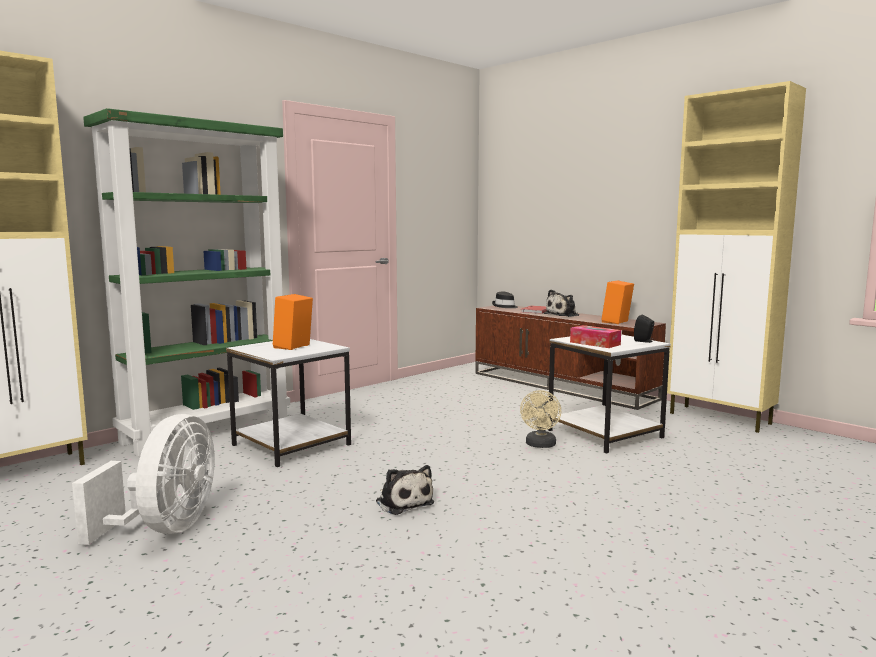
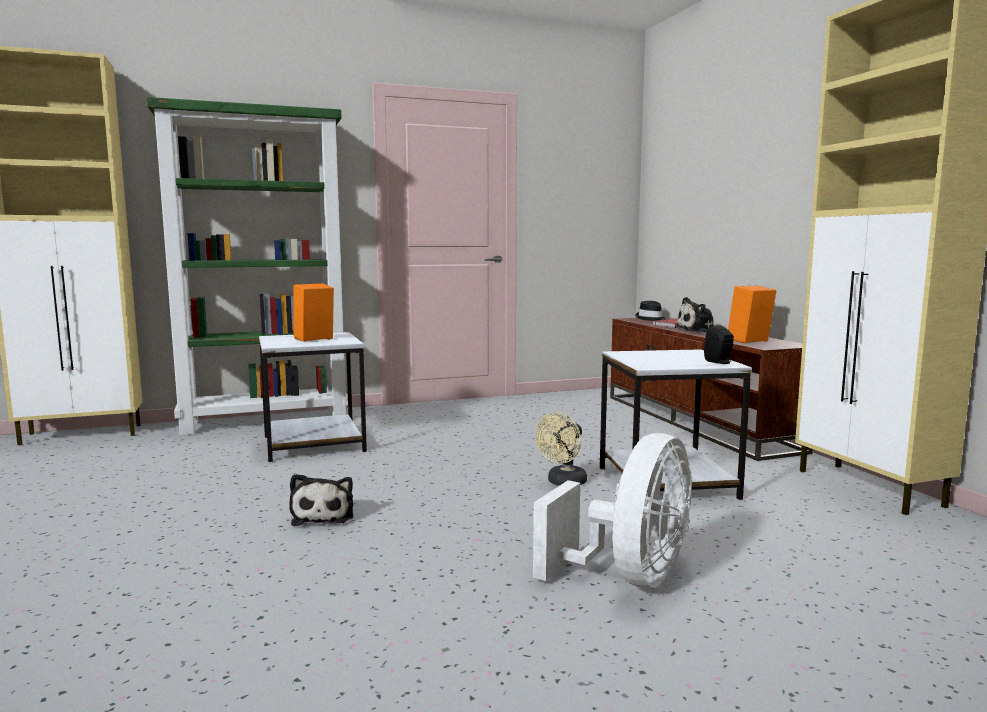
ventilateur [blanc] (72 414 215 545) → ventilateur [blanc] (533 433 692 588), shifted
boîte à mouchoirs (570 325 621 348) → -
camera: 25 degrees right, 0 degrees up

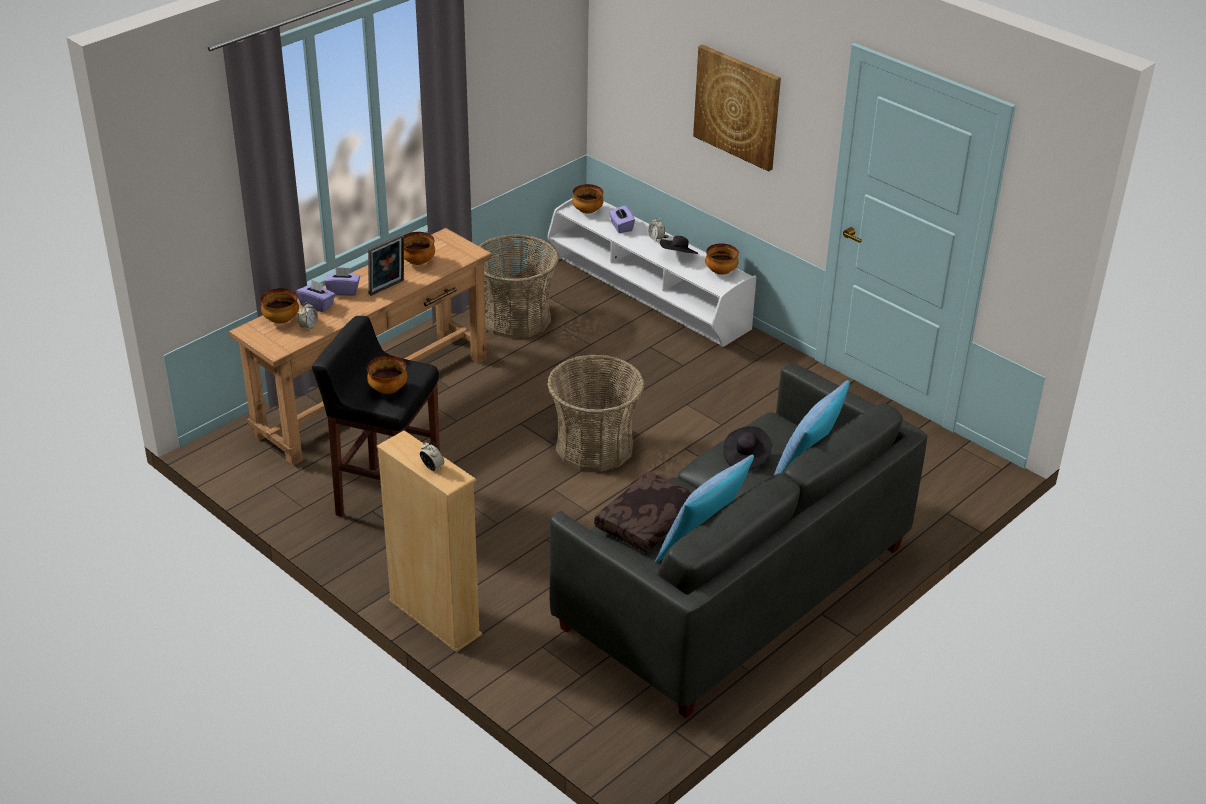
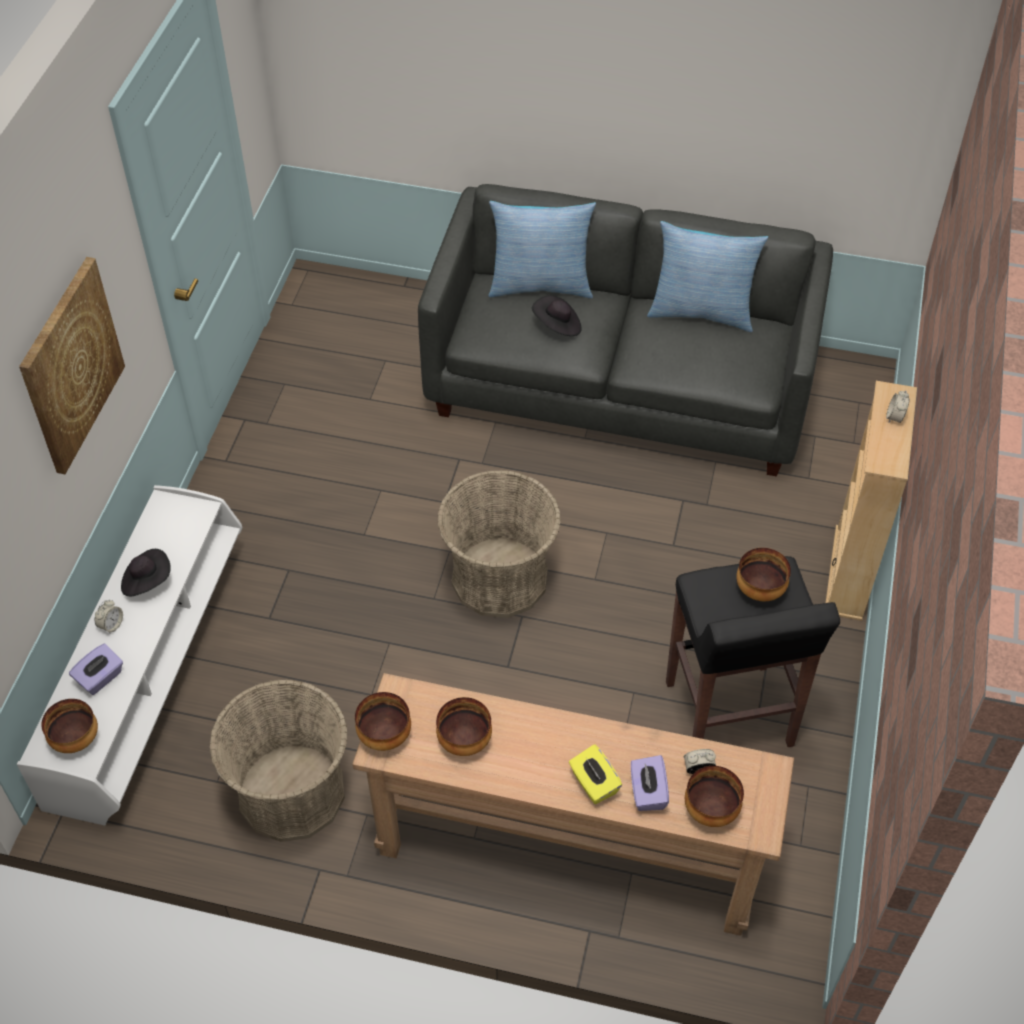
boîte à mouchoirs [violet] (324 267 360 296) → boîte à mouchoirs [jaune] (569 745 622 804)
cadre photo (368 234 404 296) → -
coussin [marron] (594 471 693 553) → -
bol (705 244 739 275) → bol (355 692 411 751), shifted
camera: 120 degrees left, 15 degrees up

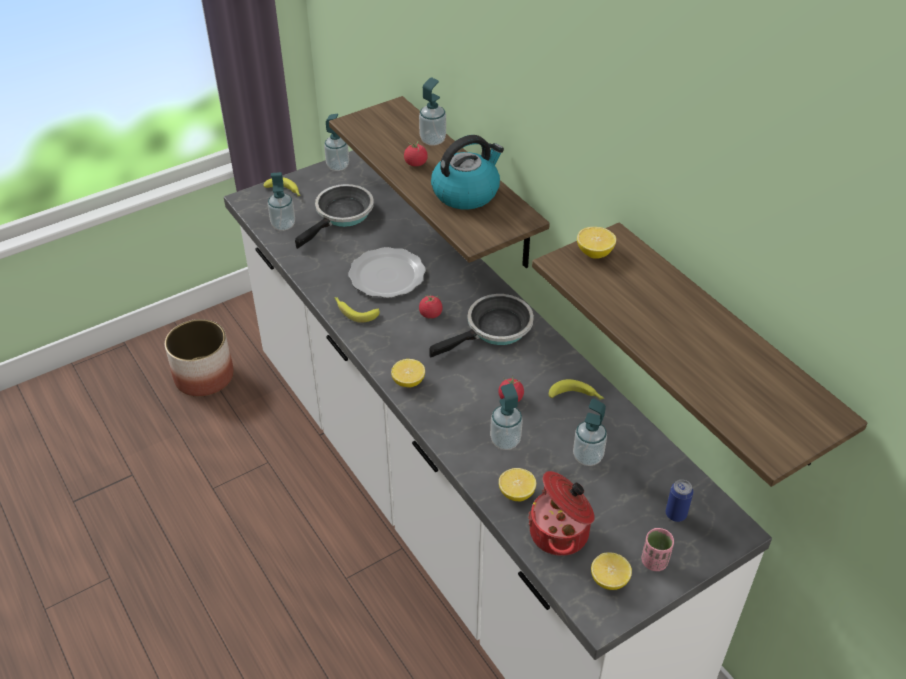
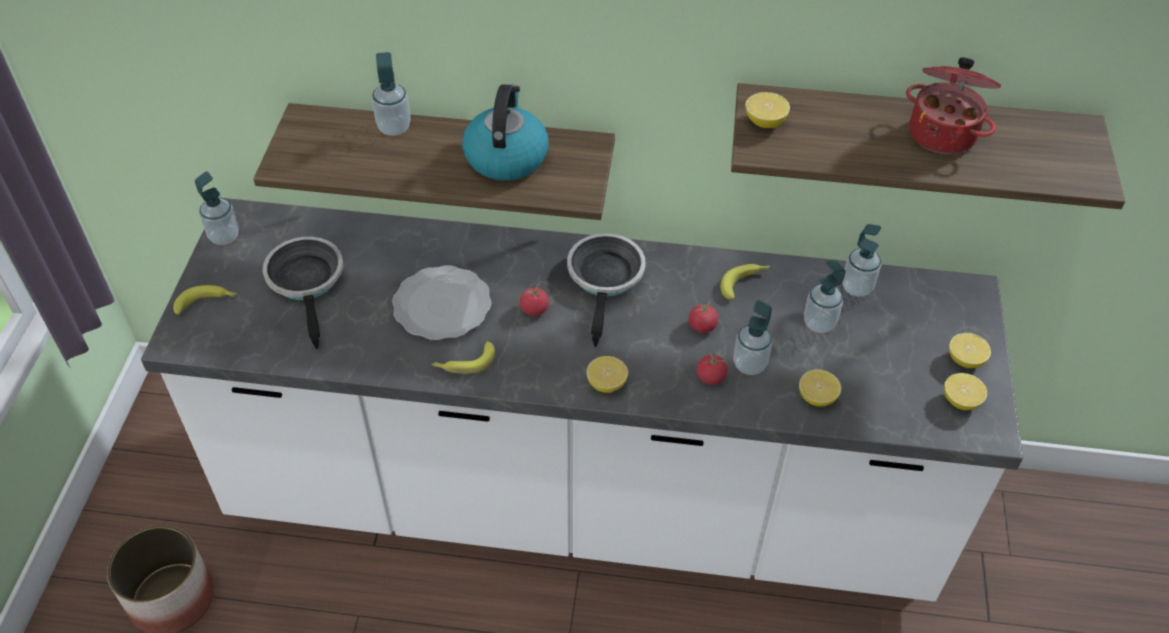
distributeur de savon (268 172 295 231) → distributeur de savon (842 224 881 297), shifted
tomate (404 142 428 166) → tomate (697 353 727 385), shifted
marmite (528 471 595 556) → marmite (906 57 1001 154), shifted
tasse [rose] (641 528 674 571) → citron (949 333 991 368)
boîte métallique (666 480 693 522) → -
camera: 50 degrees left, 5 degrees up

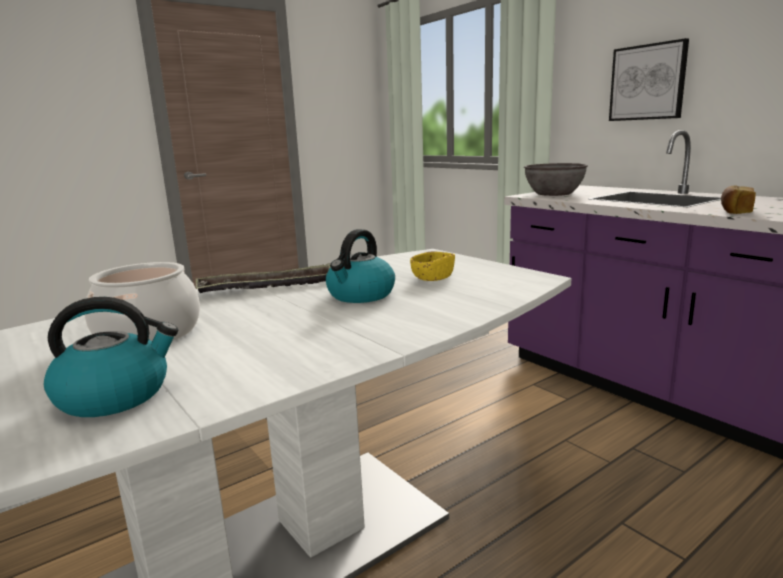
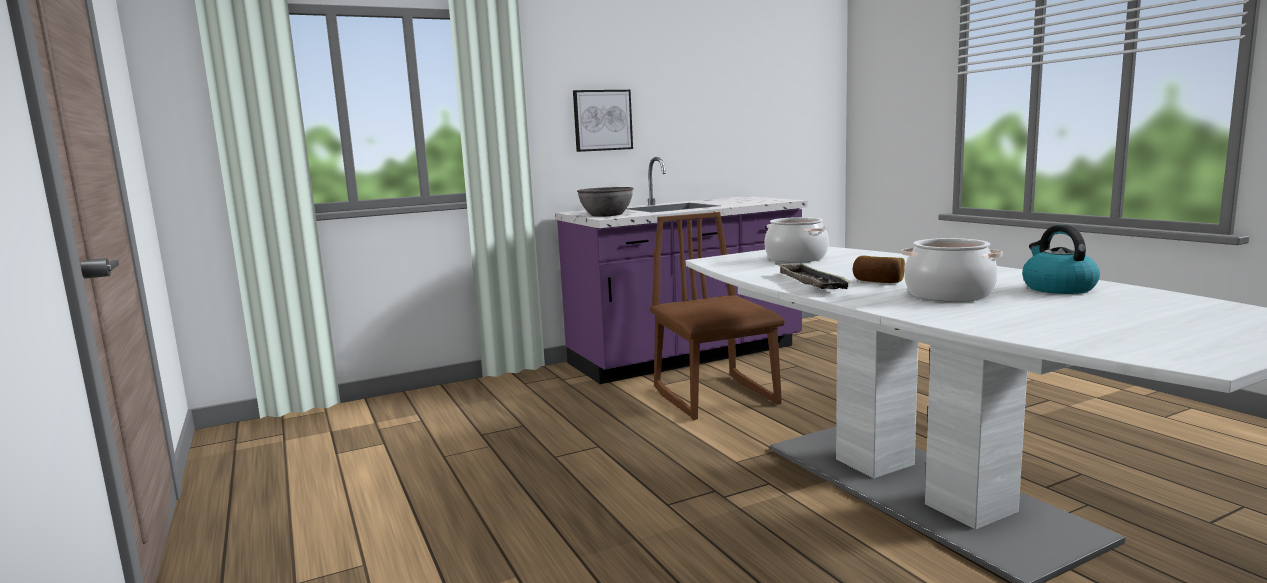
bouilloire (326 229 395 303) → -
bol [jaune] (410 251 455 281) → marmite (765 217 829 263)
pain (721 186 756 214) → pain (852 256 905 283), shifted
- → chaise [marron] (650 212 785 420)
camera: 80 degrees left, 5 degrees down

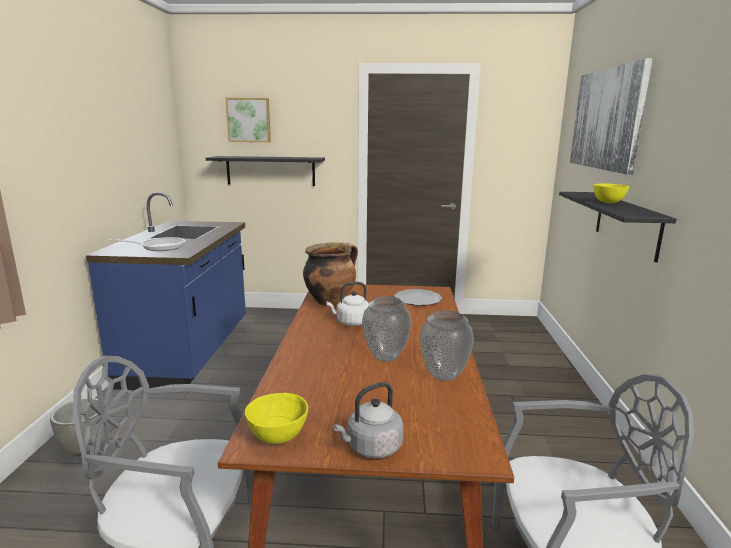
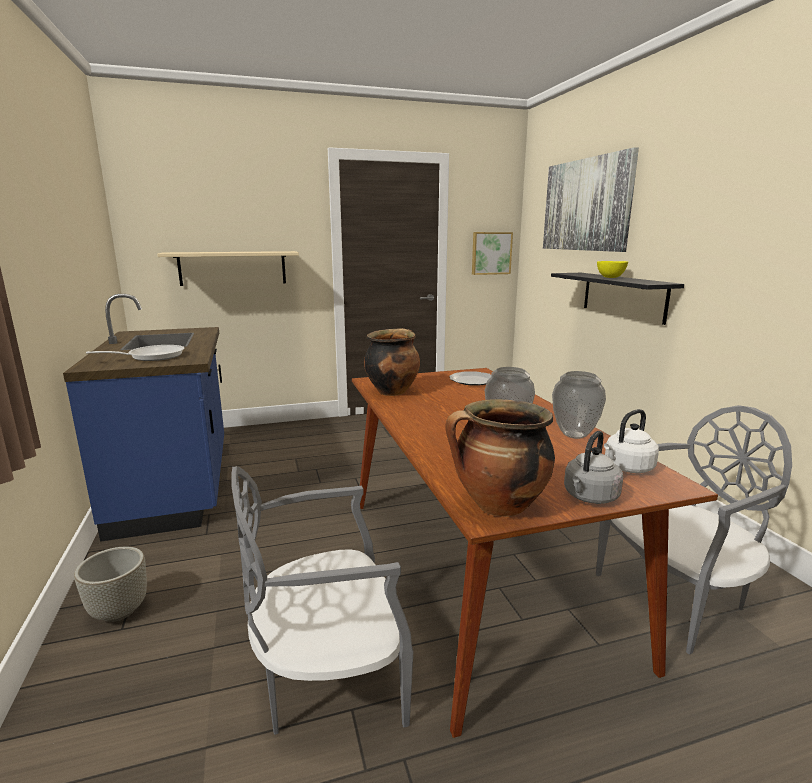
étagère [noir] (206 156 325 186) → étagère [beige] (157 251 299 286)
tableau (226 98 271 142) → tableau (472 232 513 275), shifted
bol [jaune] (245 393 308 444) → marmite (445 399 555 517)
bouilloire [blanc] (326 282 368 326) → bouilloire [blanc] (604 409 659 473), shifted
camera: 20 degrees left, 0 degrees up

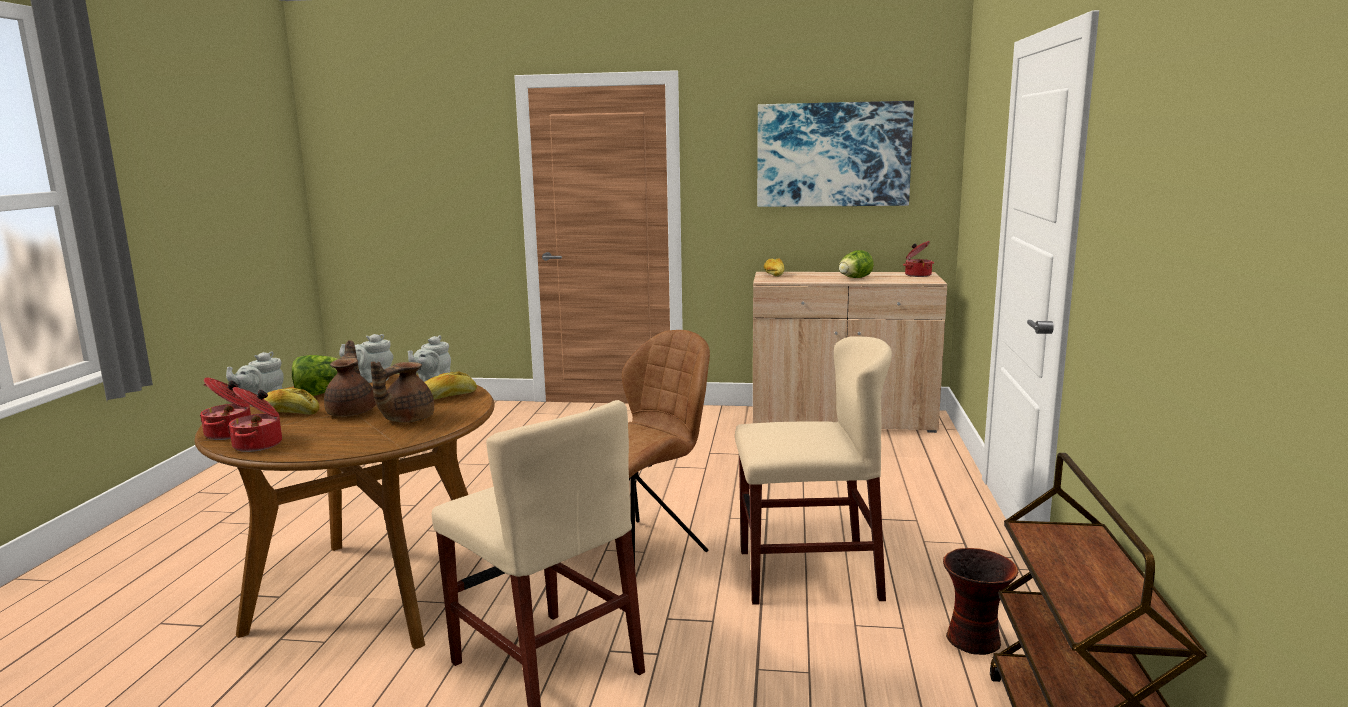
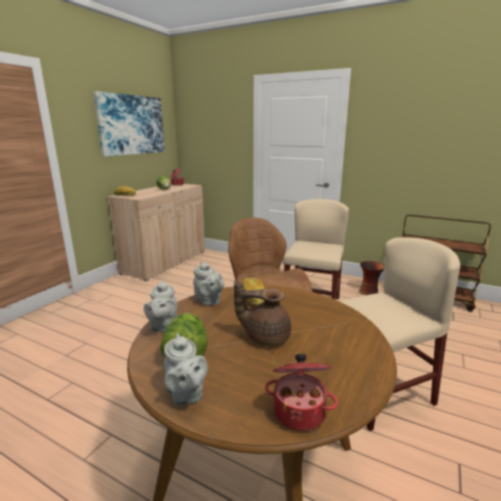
marmite (227 387 282 452) → -
pain (264 388 319 414) → -
théière [marron] (371 362 434 423) → -
camera: 70 degrees left, 5 degrees up

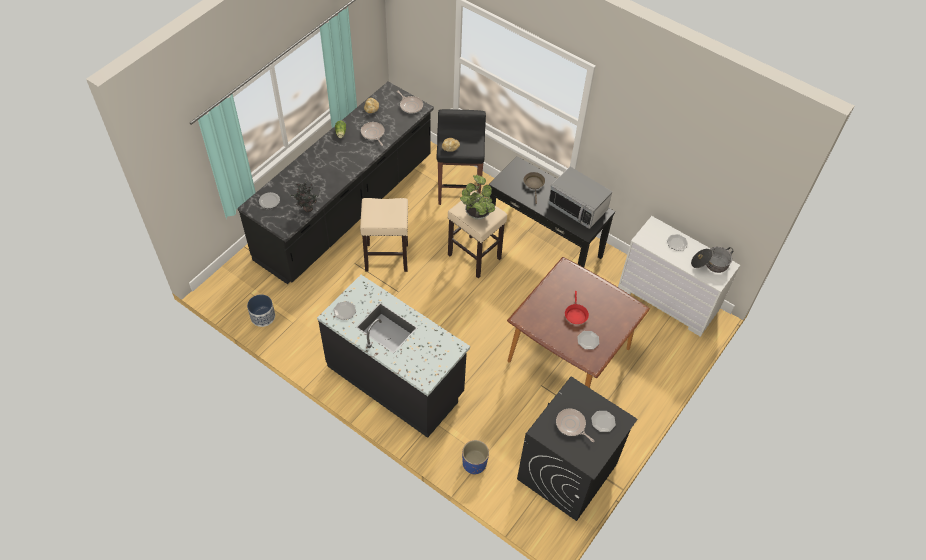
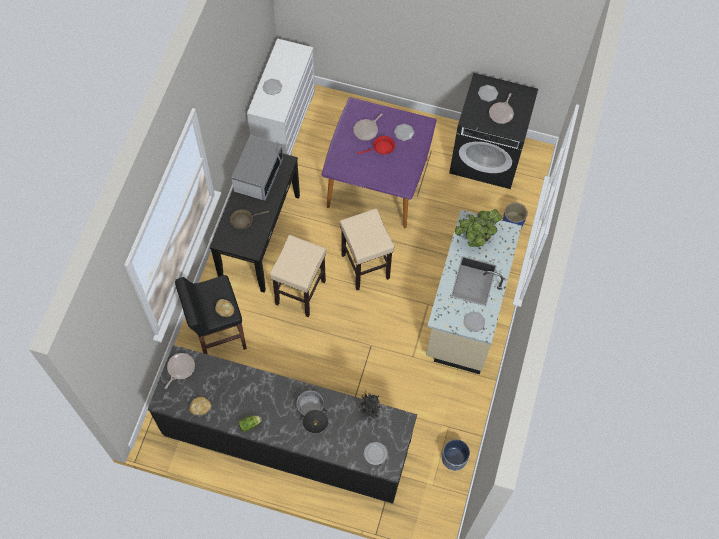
comptoir de cuisine [noir] (317 275 470 438) → comptoir de cuisine [beige] (426 210 522 374)
tabouret [beige] (360 198 408 272) → tabouret [beige] (340 208 394 290), shifted
poêle (361 122 385 146) → poêle (354 113 383 141), shifted
plante en pot (460 175 495 220) → plante en pot (455 209 502 247), shifted
table à manger [marron] (507 257 650 388) → table à manger [violet] (321 97 437 228)
marmite (691 247 733 273) → marmite (294 390 329 434), shifted
camera: 110 degrees left, 10 degrees up

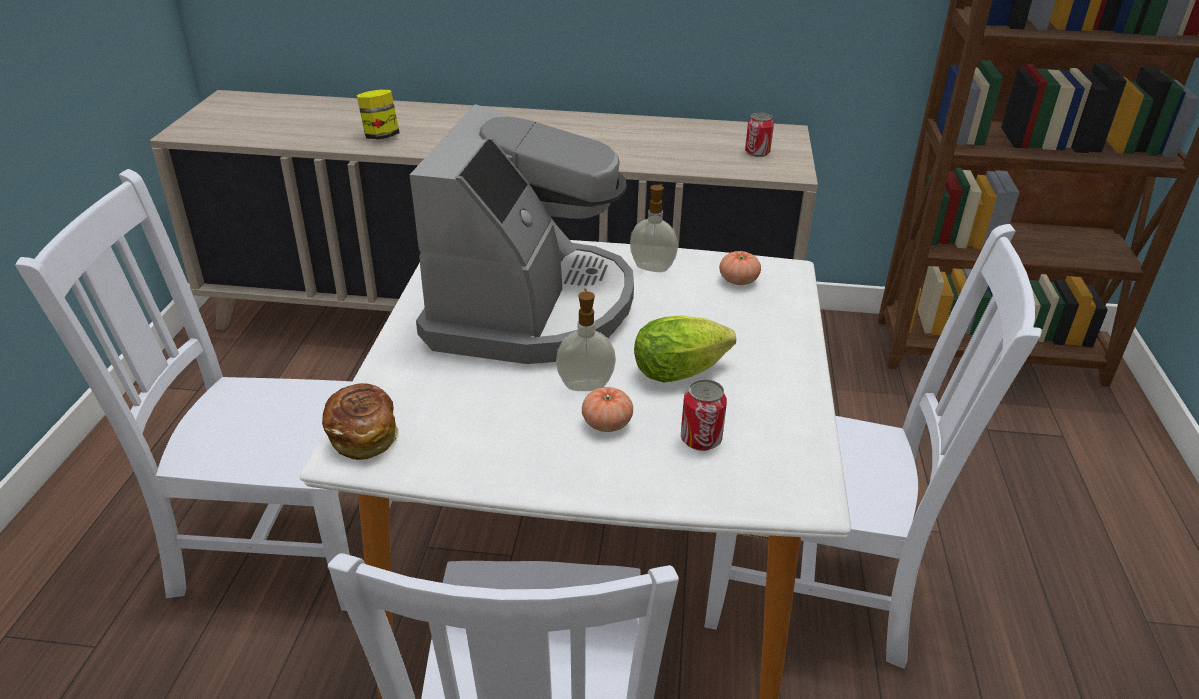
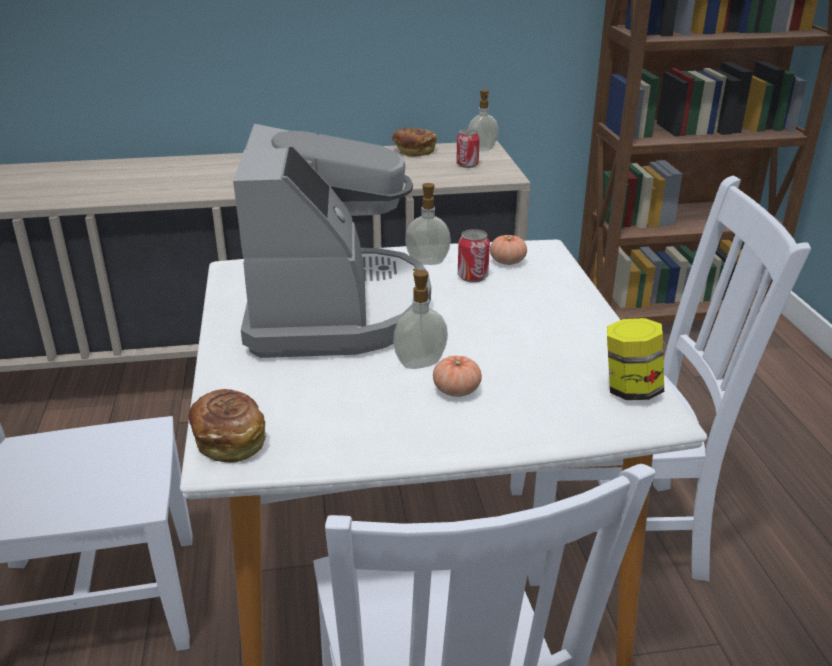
bocal (357 90 400 139) → bocal (607 318 664 400), shifted
laitue (634 315 736 382) → -
boîte métallique (681 379 727 451) → boîte métallique (458 229 490 283), shifted
- → pain (392 128 437 157)
- → distributeur de savon (468 90 498 151)
camera: 15 degrees left, 5 degrees down

